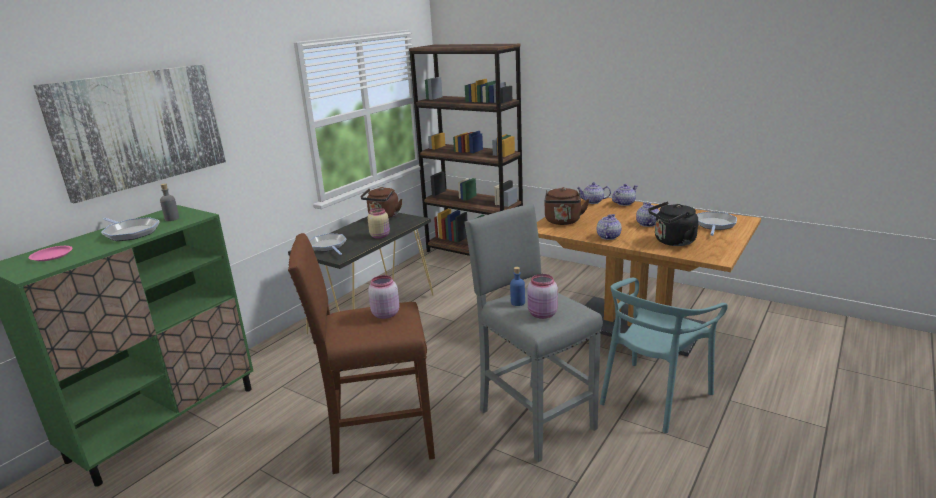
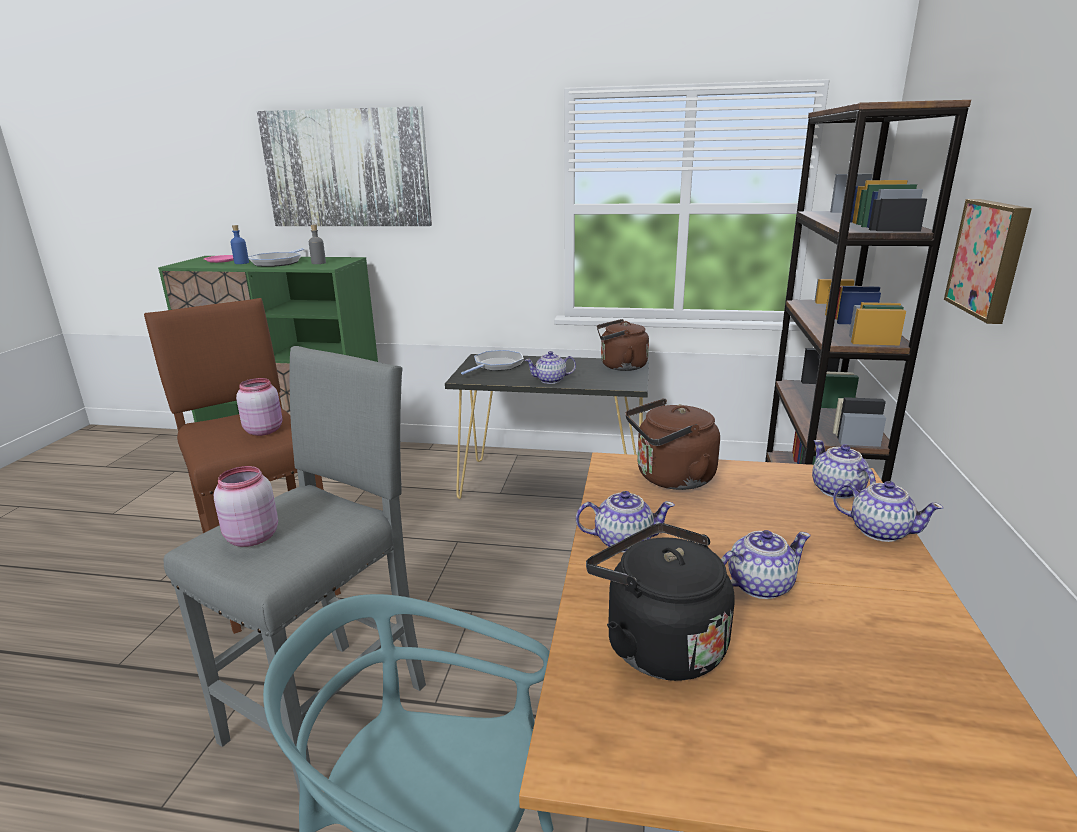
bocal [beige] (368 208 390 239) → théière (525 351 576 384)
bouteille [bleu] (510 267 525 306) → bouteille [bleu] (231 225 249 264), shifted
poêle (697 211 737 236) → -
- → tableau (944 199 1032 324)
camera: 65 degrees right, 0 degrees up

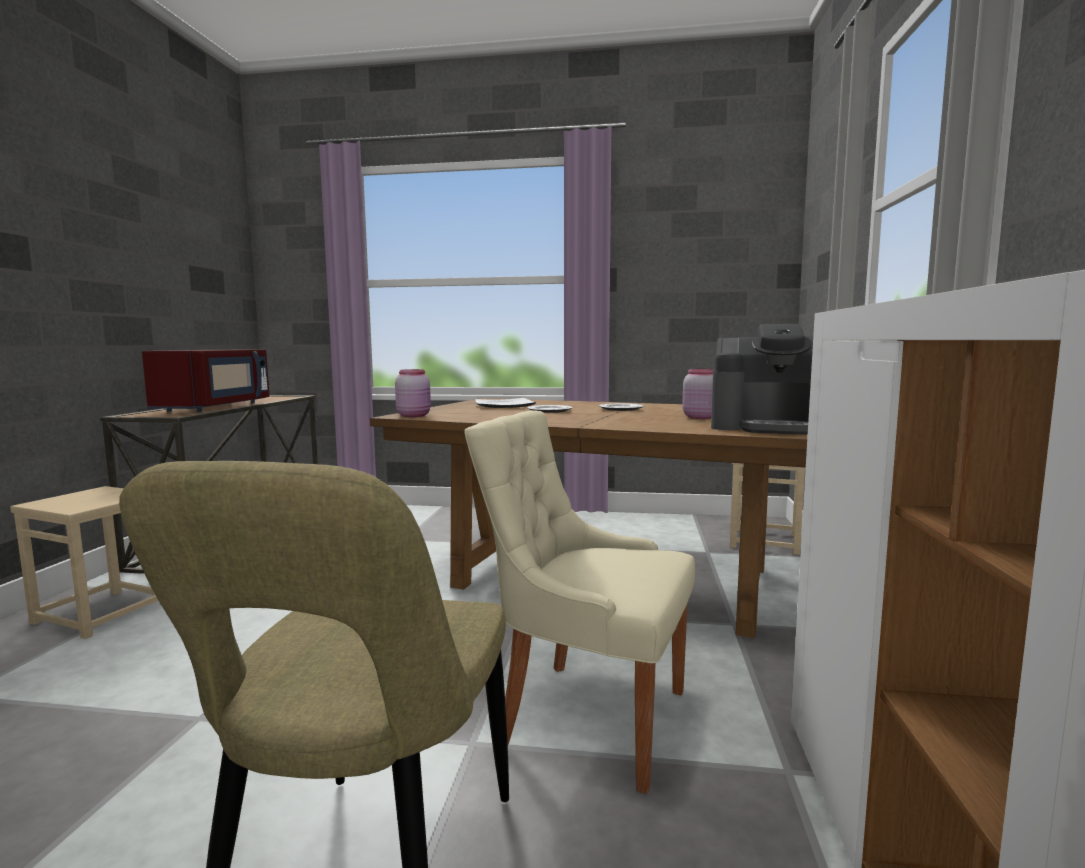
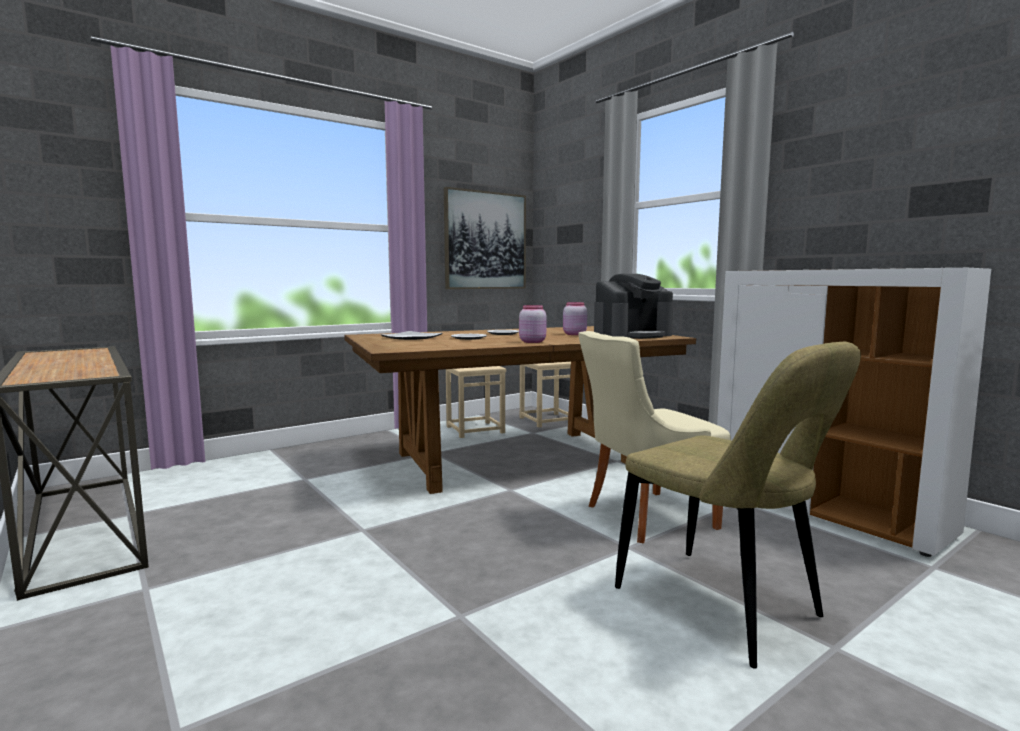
tabouret [beige] (10 486 161 639) → tabouret [beige] (446 366 506 438), shifted
micro-ondes [rouge] (142 349 270 412) → -
bocal [rose] (395 369 431 417) → bocal [rose] (519 305 547 343), shifted
- → tableau (444 187 526 289)
camera: 45 degrees left, 0 degrees up

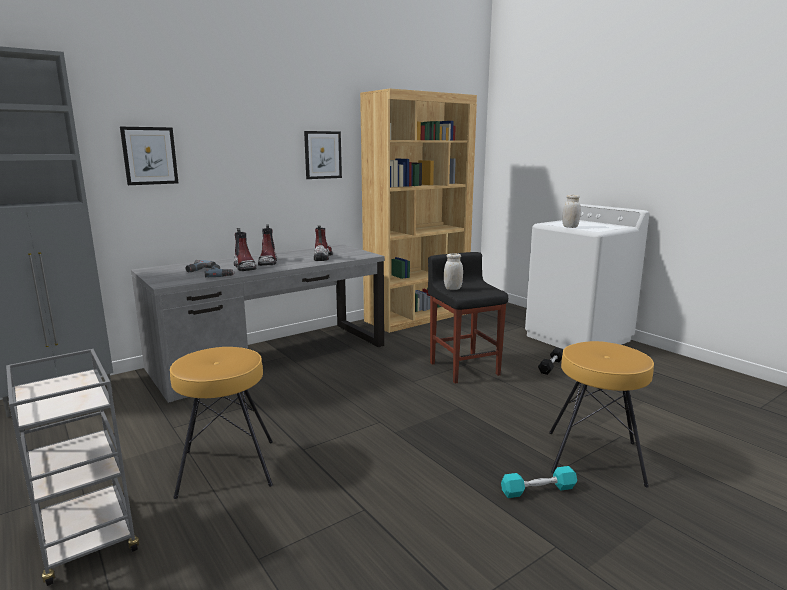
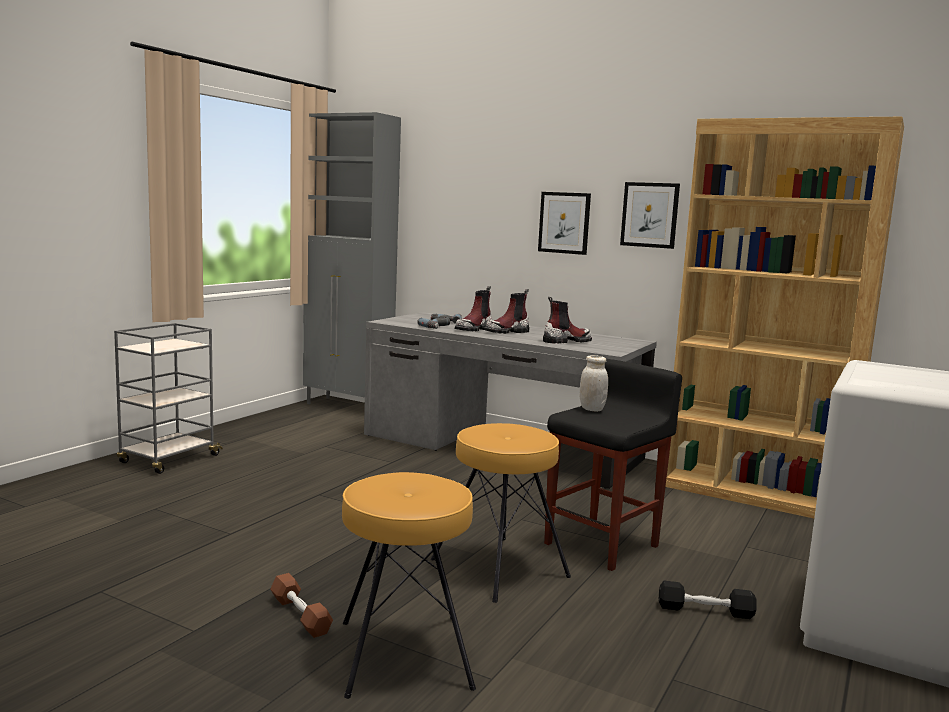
tableau (120 127 178 185) → tableau (538 192 591 255), shifted
tabouret [marron] (170 347 273 499) → tabouret [marron] (431 423 571 603), shifted
haltère [turquoise] (501 466 577 498) → haltère [marron] (270 573 333 638)
bocal [blanc] (562 195 581 228) → -
camera: 65 degrees right, 5 degrees down

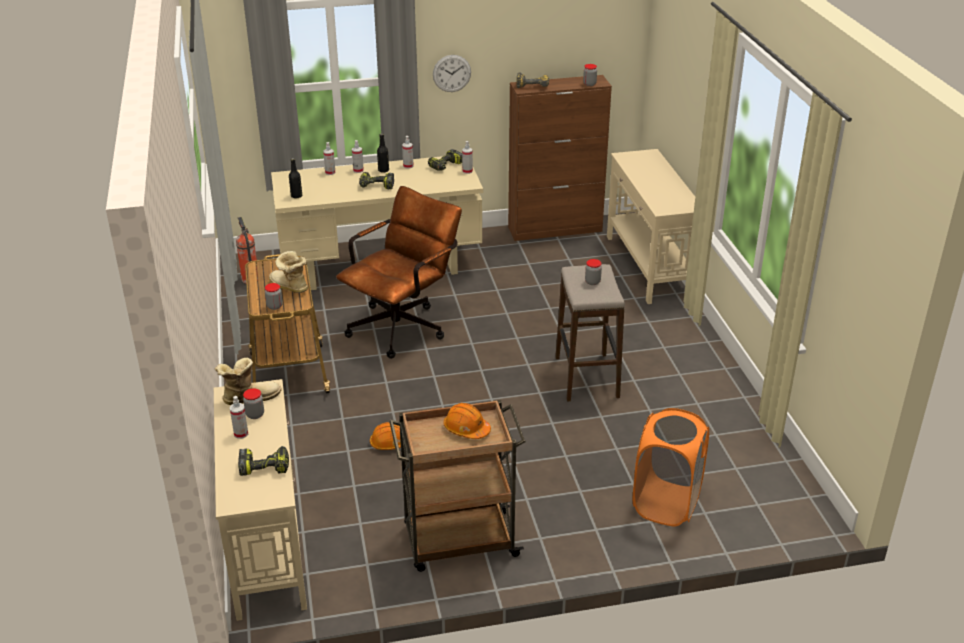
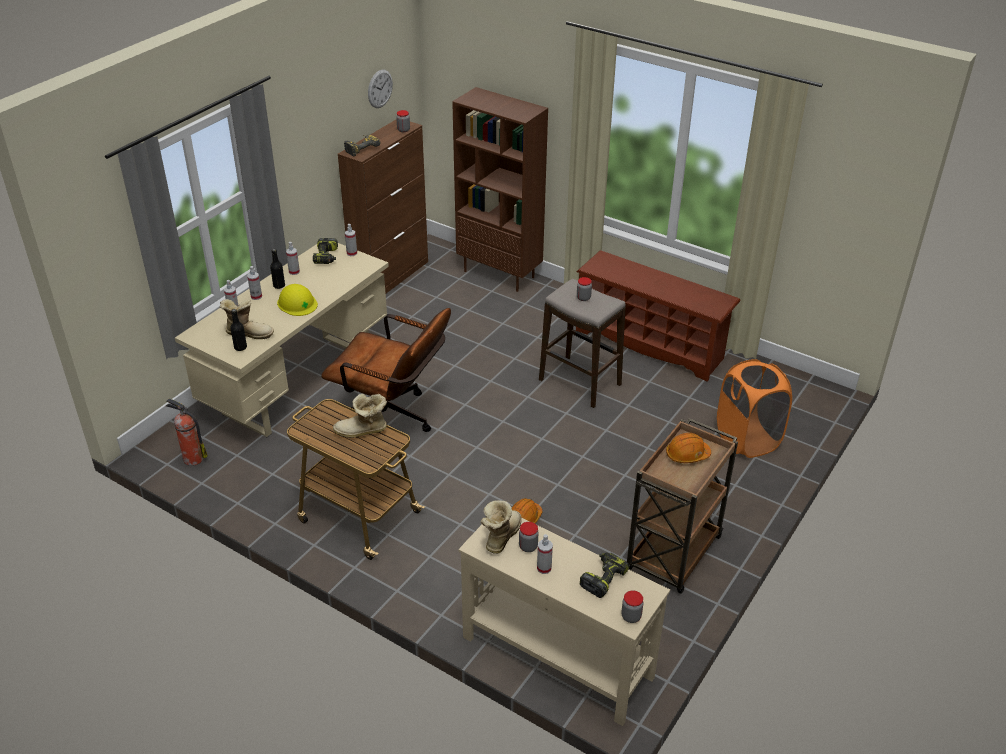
bocal (265 283 283 310) → bocal (621 591 643 623), shifted
chaise de bureau [marron] (336 186 462 359) → chaise de bureau [marron] (321 308 451 432), 120 degrees clockwise
perceuse (359 172 394 189) → casque de chantier [jaune] (277 284 318 316)
horloge murale (433 55 471 92) → horloge murale (368 69 393 108), shifted
table console [beige] (607 149 695 304) → bibliothèque [marron] (452 87 548 292)
- → botte (220 299 274 339)
- → étagère à chaussures [marron] (576 251 741 382)
camera: 45 degrees left, 5 degrees up

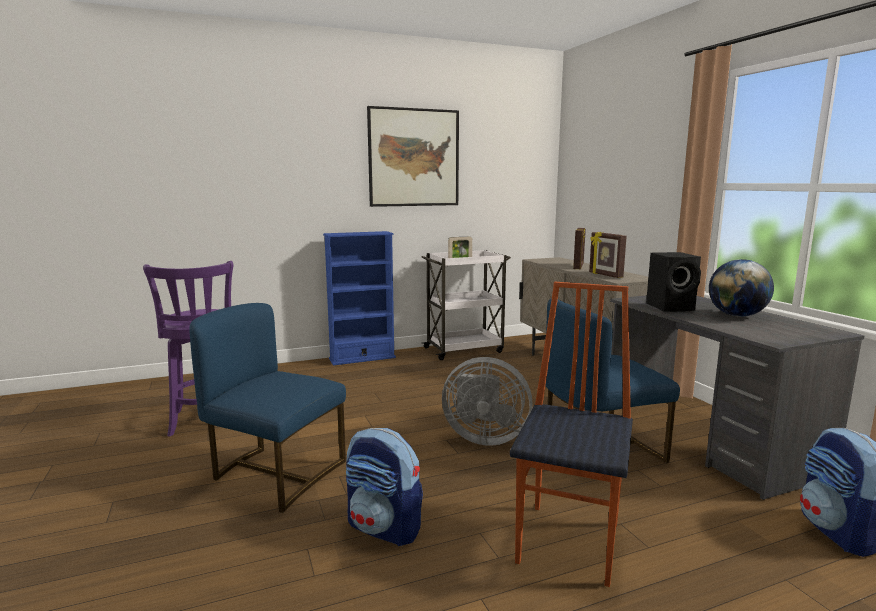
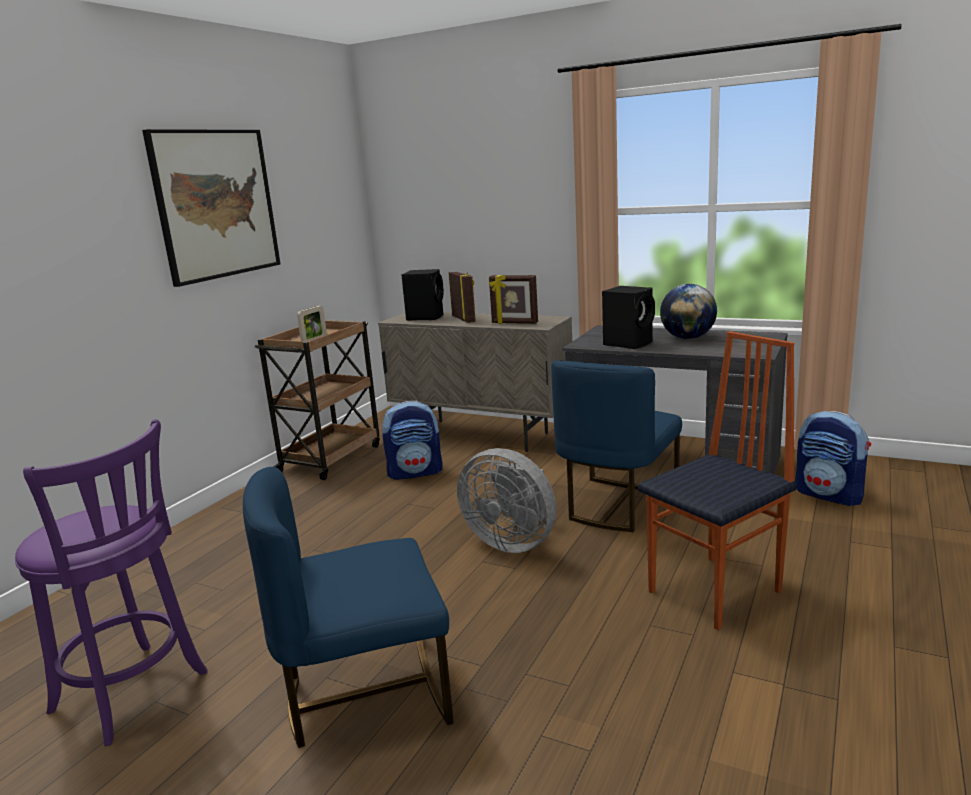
bibliothèque [bleu] (323 231 396 366) → -
sac à dos (346 428 423 546) → sac à dos (382 401 442 480), shifted
chariot [blanc] (422 250 511 360) → chariot [marron] (255 320 380 480)
ventilateur [gris] (442 357 533 446) → ventilateur [gris] (457 448 556 553), 60 degrees clockwise
chaise (510 282 633 587) → chaise (638 331 797 630), 75 degrees clockwise
- → enceinte [noir] (402 269 444 321)
camera: 40 degrees left, 5 degrees up

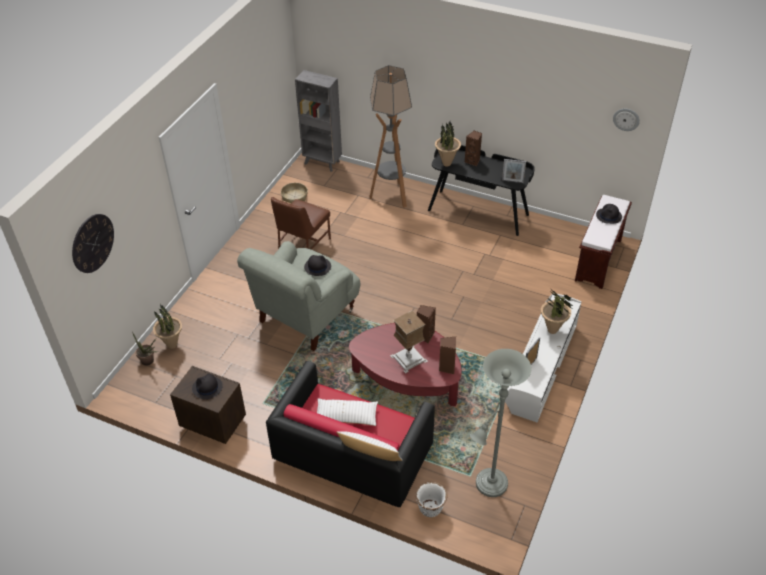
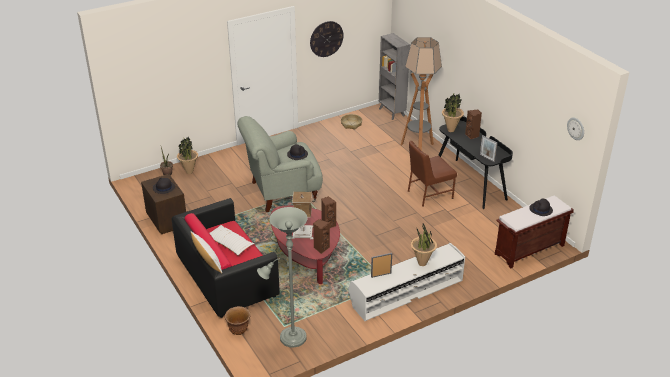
horloge murale (72 214 114 273) → horloge murale (310 21 344 57), shifted
chaise [marron] (271 197 331 250) → chaise [marron] (408 141 457 207), shifted
cache-pot [blanc] (416 481 448 517) → cache-pot [marron] (225 306 251 335)
camera: 35 degrees right, 10 degrees down

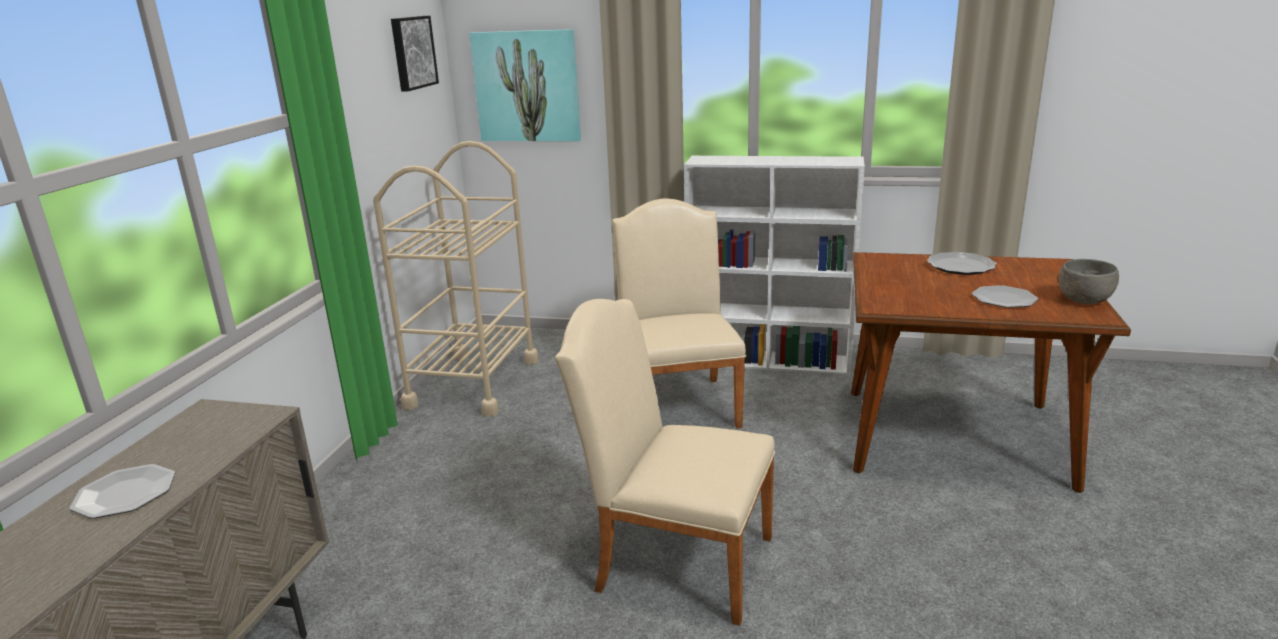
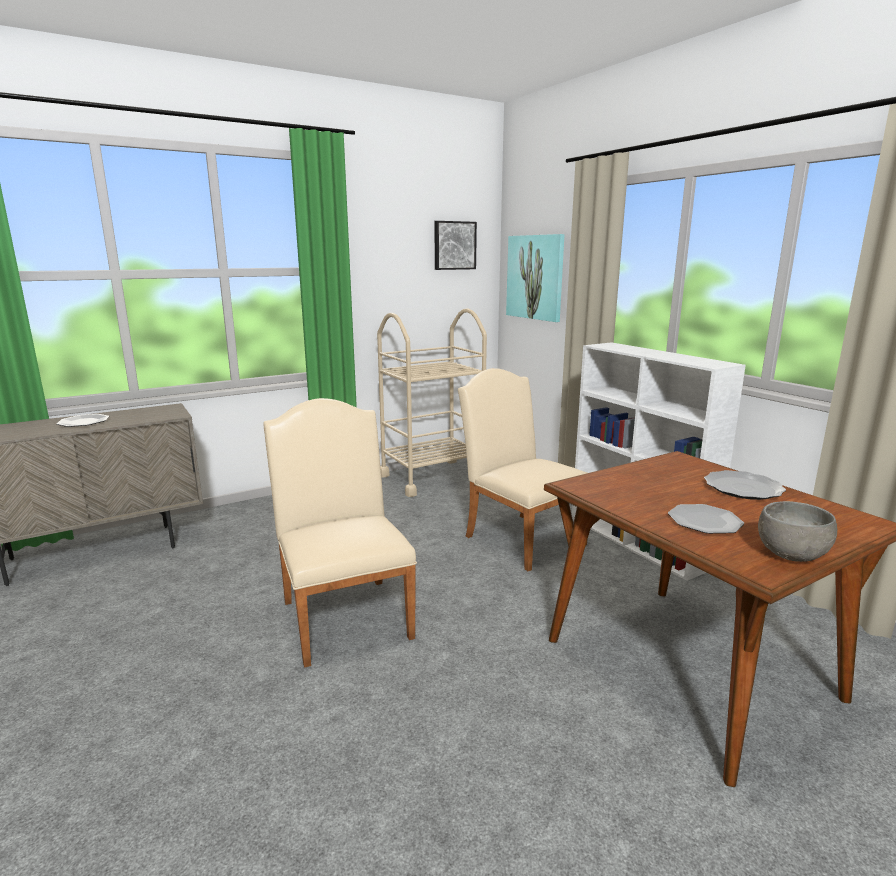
chaise [beige] (612 198 746 429) → chaise [beige] (458 368 587 571), 75 degrees counterclockwise
camera: 45 degrees right, 5 degrees down

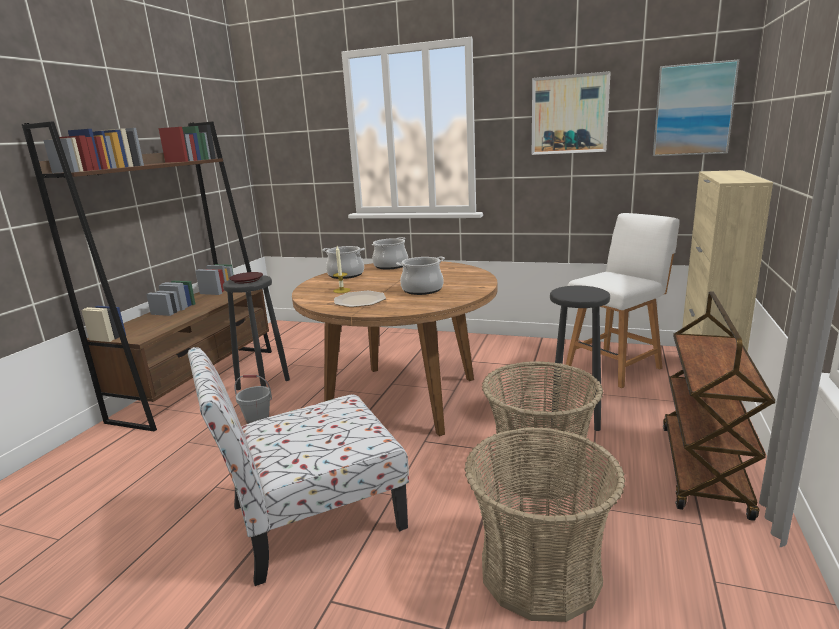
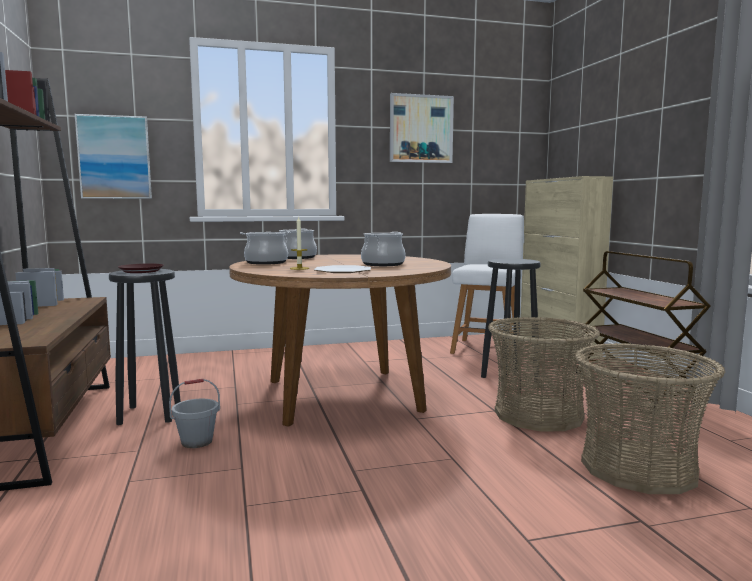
chaise (188 347 409 586) → -
tableau (653 59 739 156) → tableau (75 114 152 199), shifted
camera: 35 degrees left, 10 degrees down

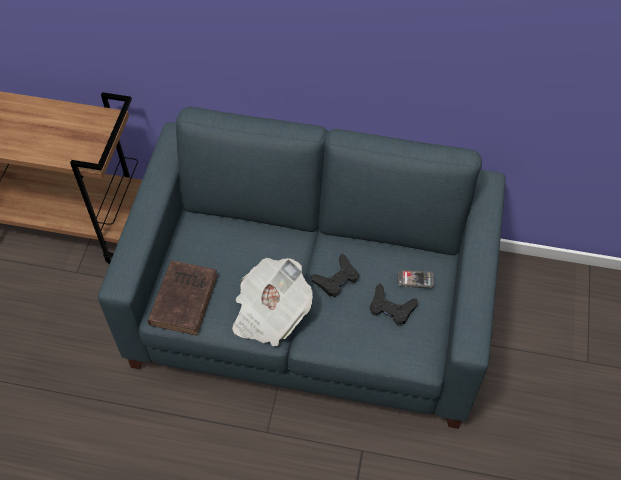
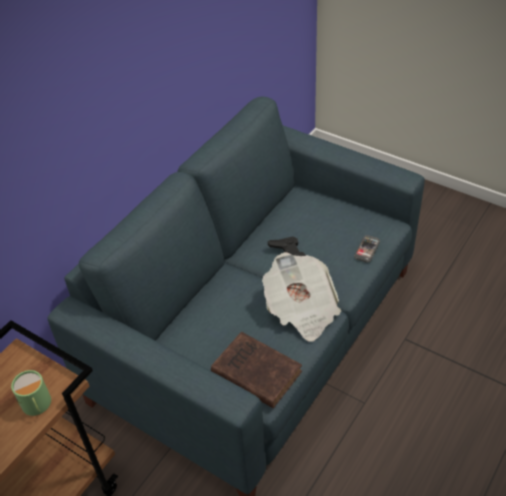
manette [noir] (370 284 418 326) → -
téléphone (397 270 435 288) → téléphone (354 235 380 263), shifted
- → mug [vert] (11 370 51 416)
camera: 65 degrees left, 10 degrees down

